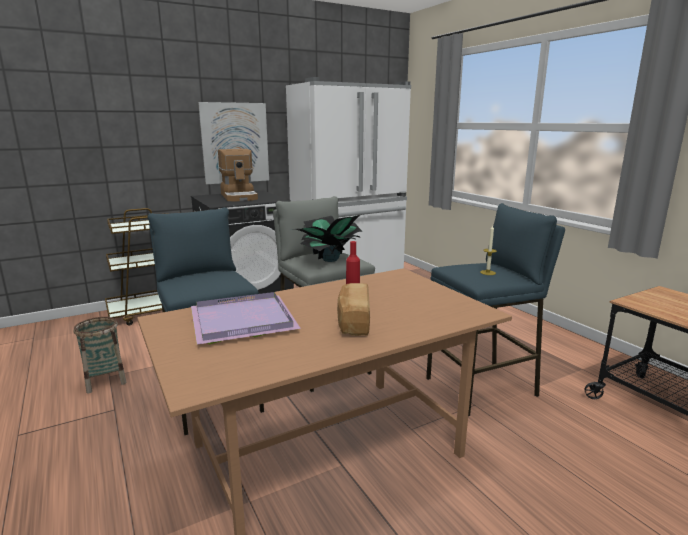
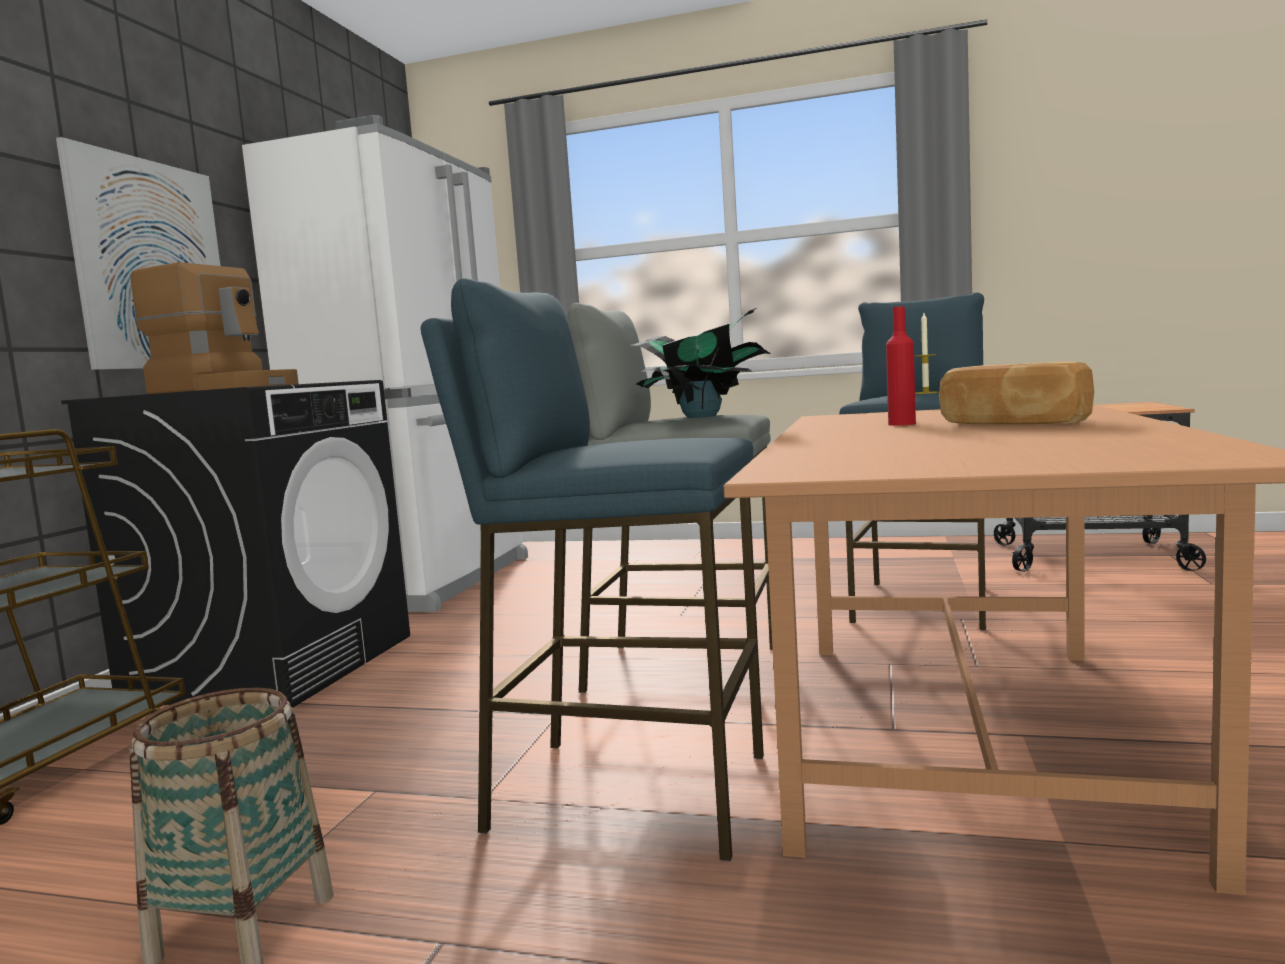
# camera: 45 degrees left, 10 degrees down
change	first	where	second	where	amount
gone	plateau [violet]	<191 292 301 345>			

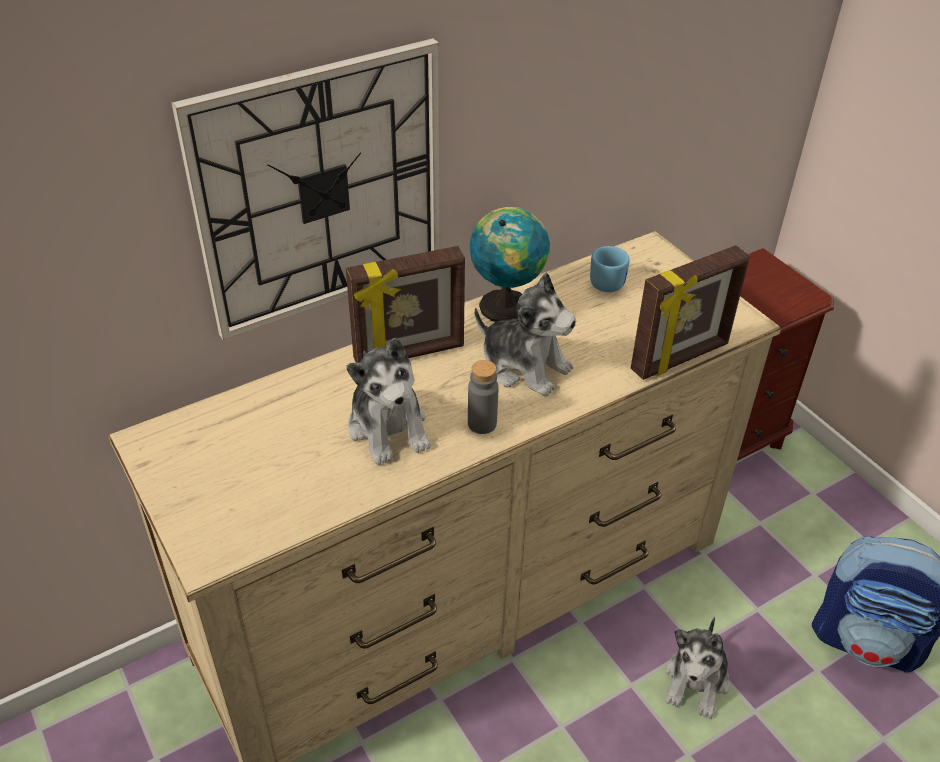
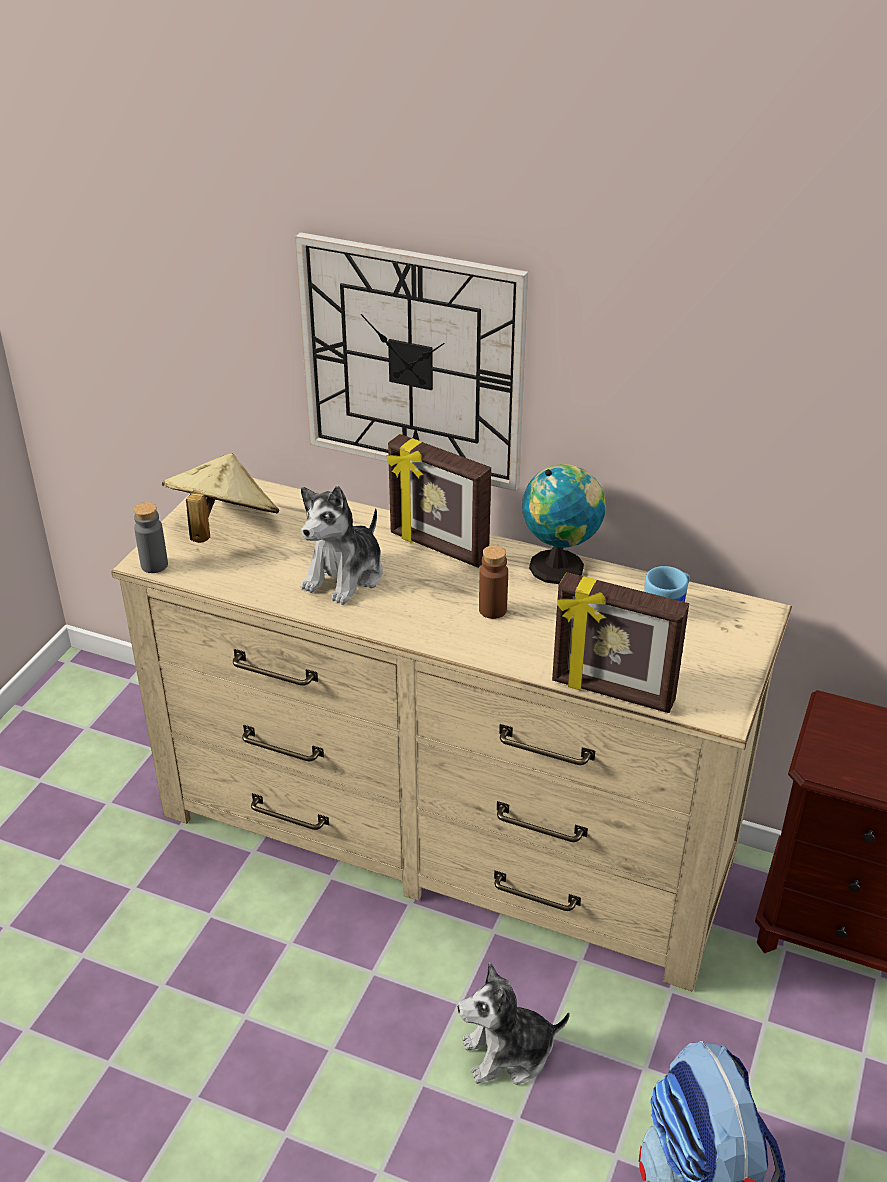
# camera: 55 degrees right, 5 degrees down
change	first	where	second	where	amount
shifted	bouteille [gris]	<468 360 499 434>		<134 502 168 573>	
swapped	peluche	<475 273 576 397>	bouteille [marron]	<479 545 508 619>	
new			chapeau [beige]	<162 453 279 543>	

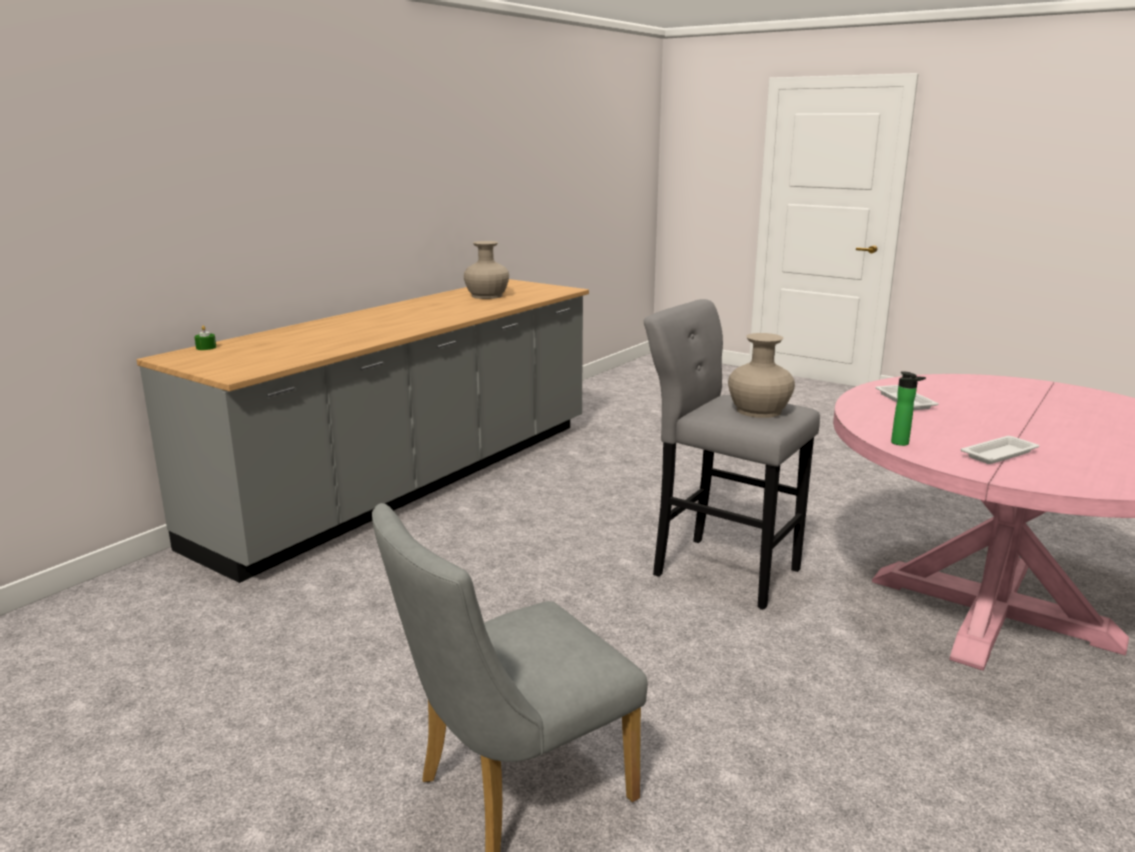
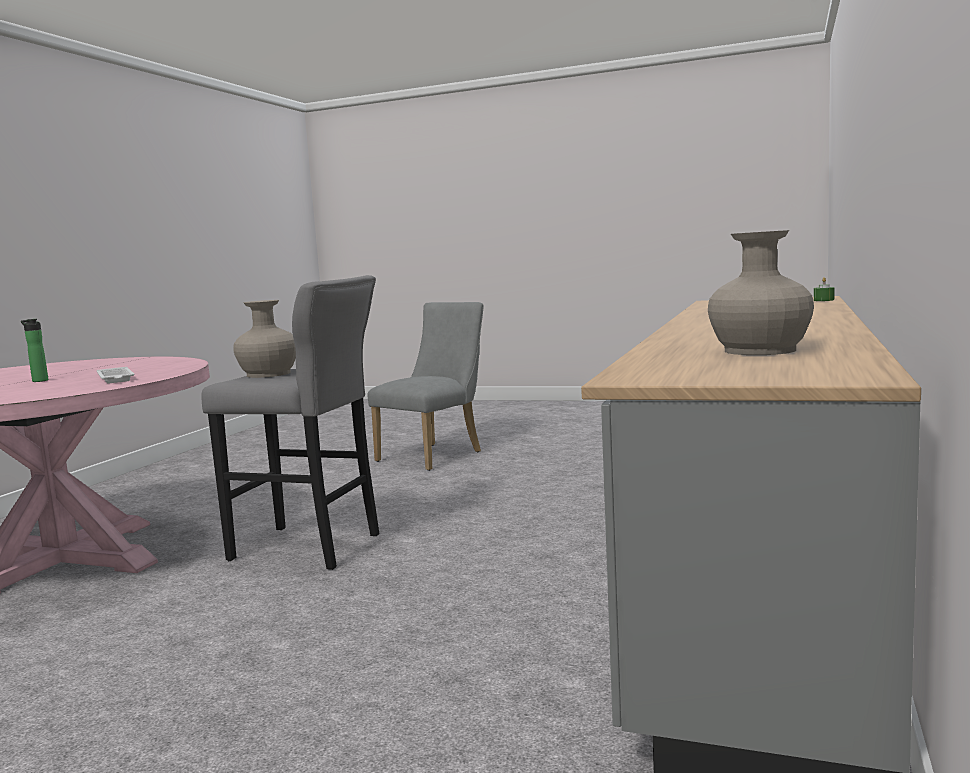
# camera: 165 degrees right, 10 degrees down
change	first	where	second	where	amount
shifted	bouteille	<891 371 926 446>		<21 319 48 382>	
gone	plateau [blanc]	<961 436 1039 464>			

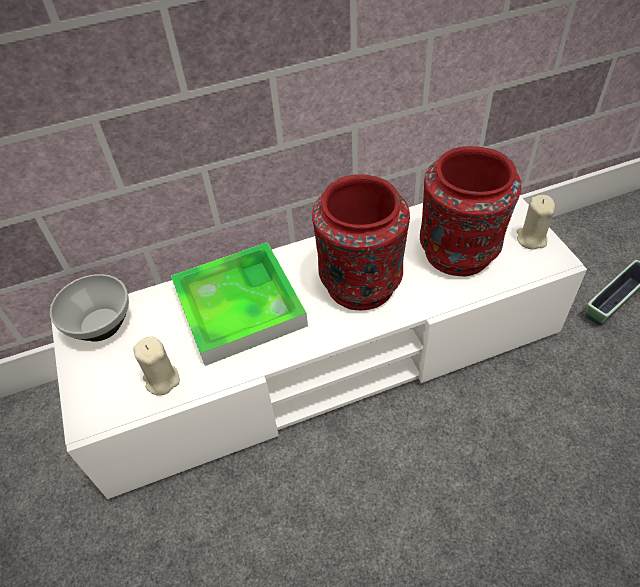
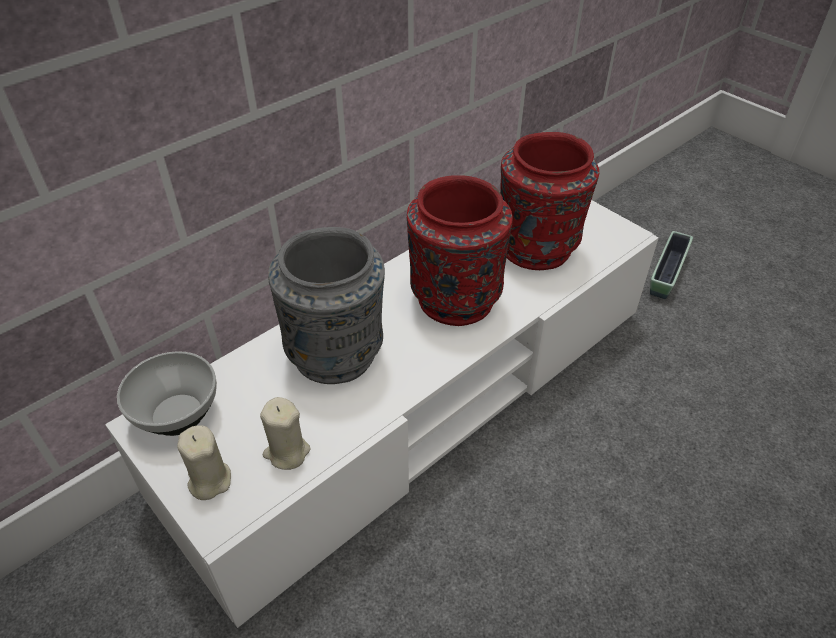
# camera: 25 degrees left, 5 degrees down
change	first	where	second	where	amount
swapped	plateau	<171 242 308 366>	vase [gris]	<268 227 385 384>	
shifted	bougie [beige]	<517 195 555 250>		<177 425 231 500>	

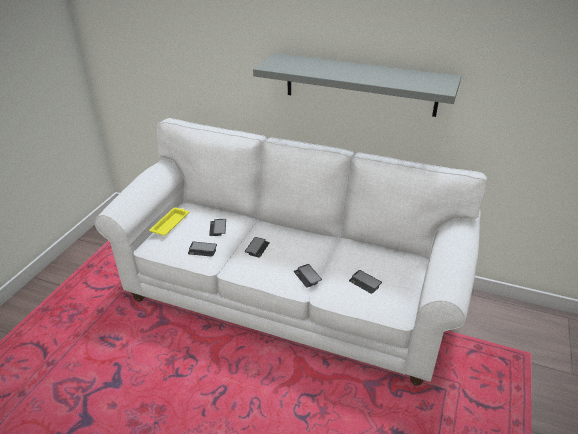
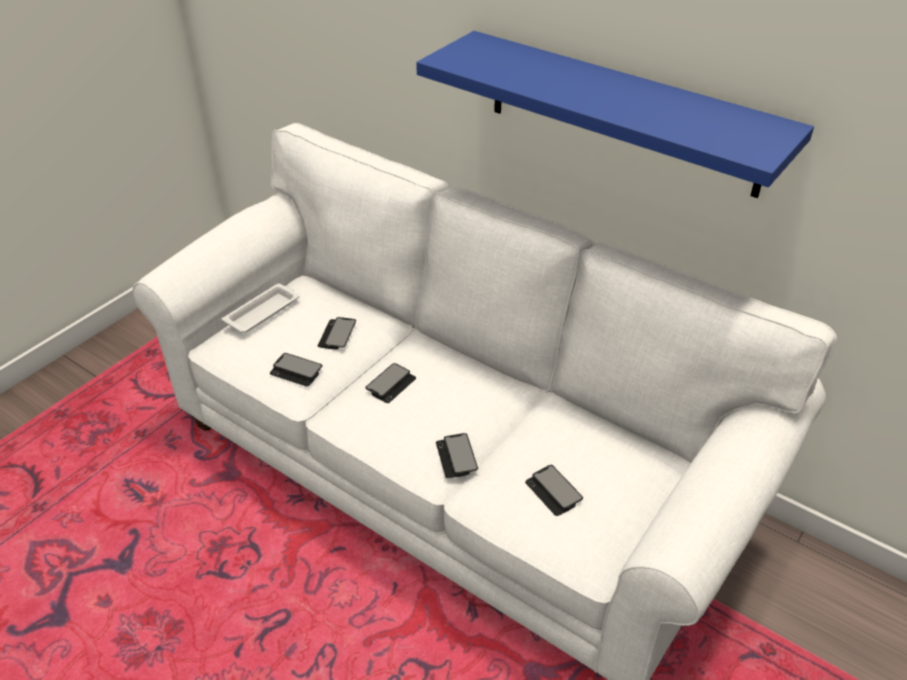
# camera: 15 degrees right, 5 degrees up
change	first	where	second	where	amount
repainted	plateau [jaune]	<149 207 189 236>	plateau [blanc]	<222 284 300 333>	
repainted	étagère [gris]	<253 53 461 117>	étagère [bleu]	<416 31 814 198>	

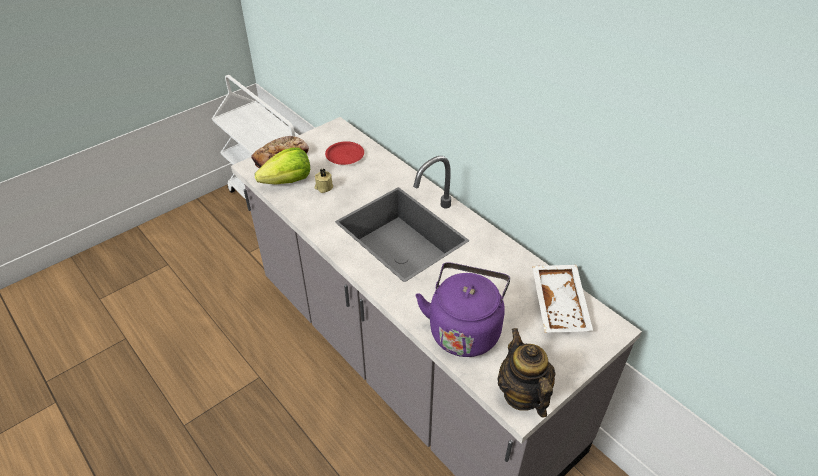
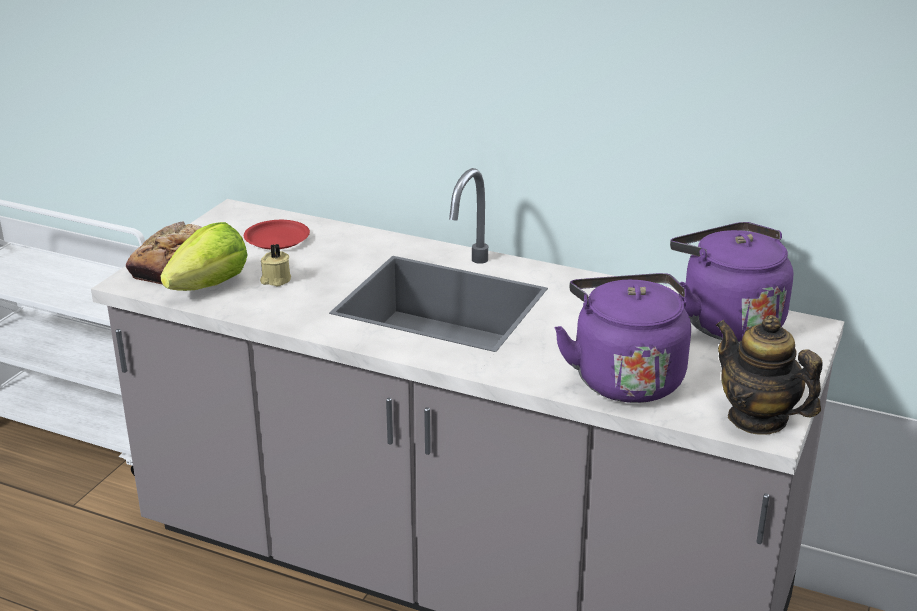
# camera: 25 degrees left, 15 degrees down
change	first	where	second	where	amount
swapped	plateau [blanc]	<532 265 593 333>	bouilloire [violet]	<670 222 793 342>	

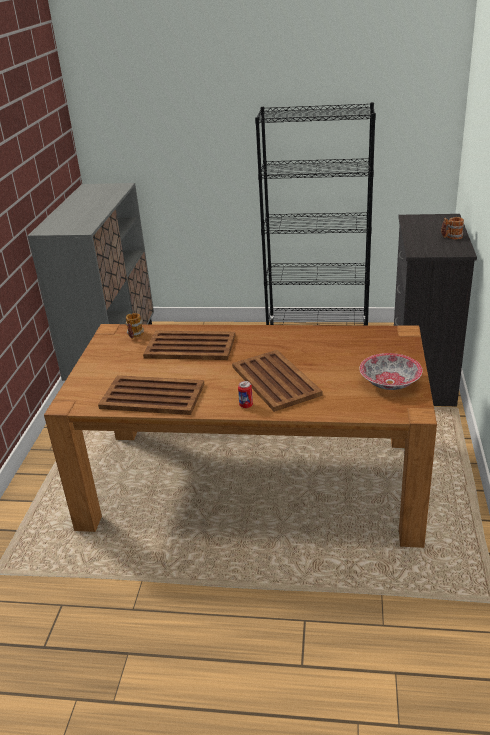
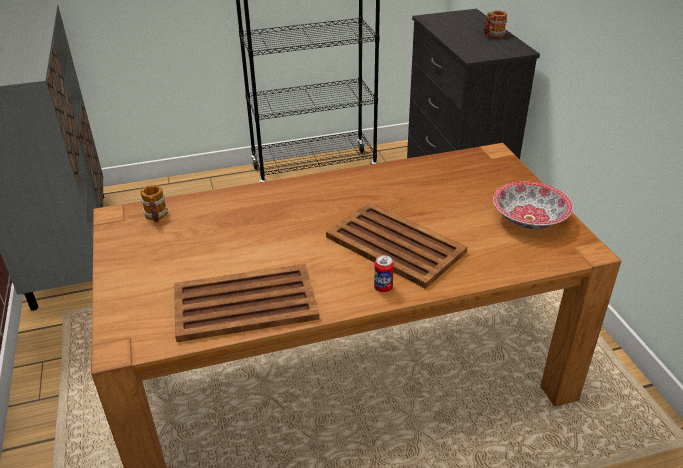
# camera: 25 degrees left, 5 degrees up
change	first	where	second	where	amount
gone	plateau [marron]	<143 331 236 360>			

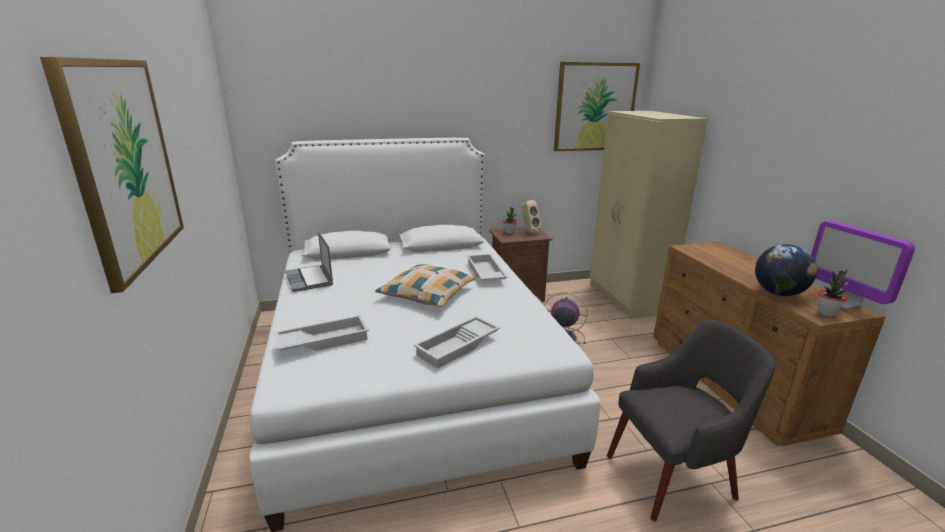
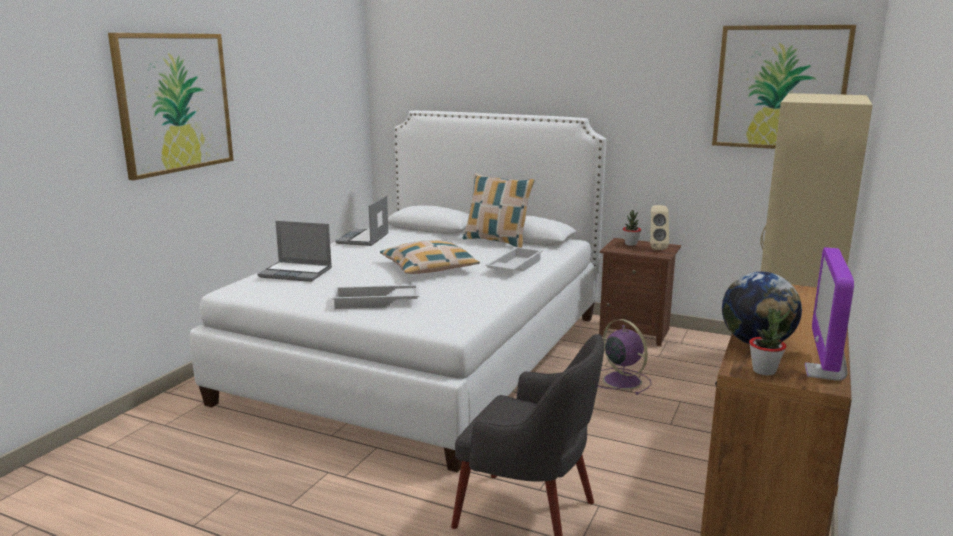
# camera: 40 degrees right, 5 degrees down
change	first	where	second	where	amount
swapped	plateau [blanc]	<275 315 369 351>	ordinateur portable	<257 221 332 282>	
new			coussin	<463 173 535 248>	

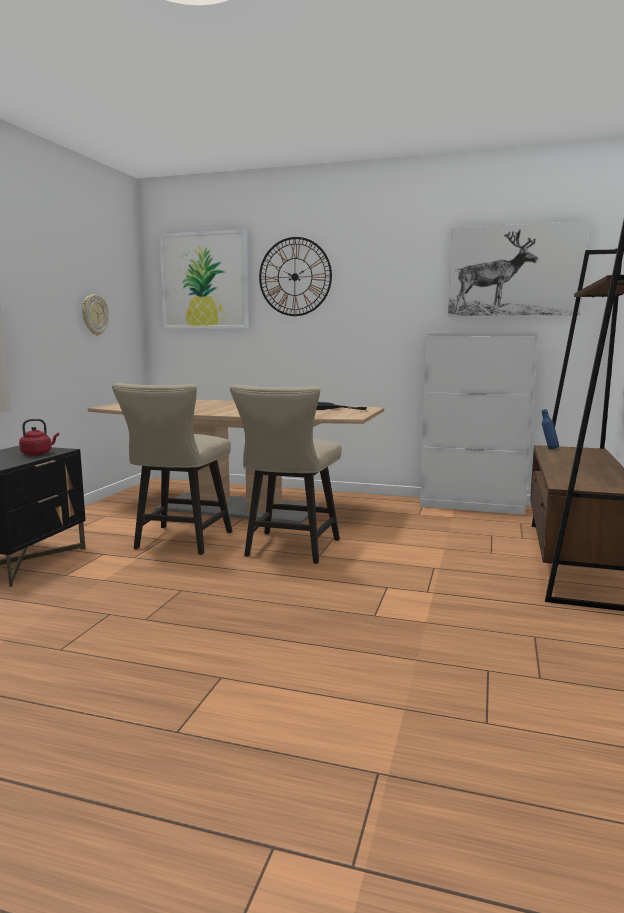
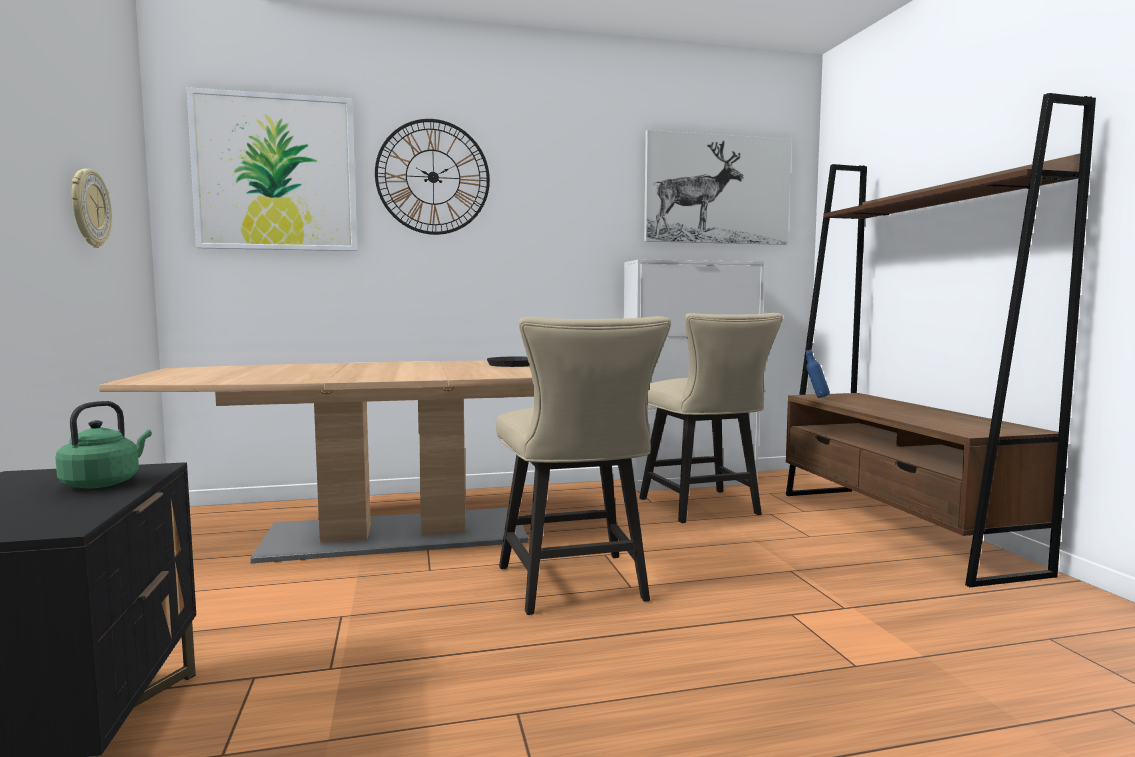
# camera: 30 degrees left, 5 degrees down
change	first	where	second	where	amount
repainted	bouilloire [rouge]	<19 419 59 455>	bouilloire [vert]	<55 401 152 489>	
shifted	chaise [beige]	<112 383 232 555>		<639 313 783 523>	

